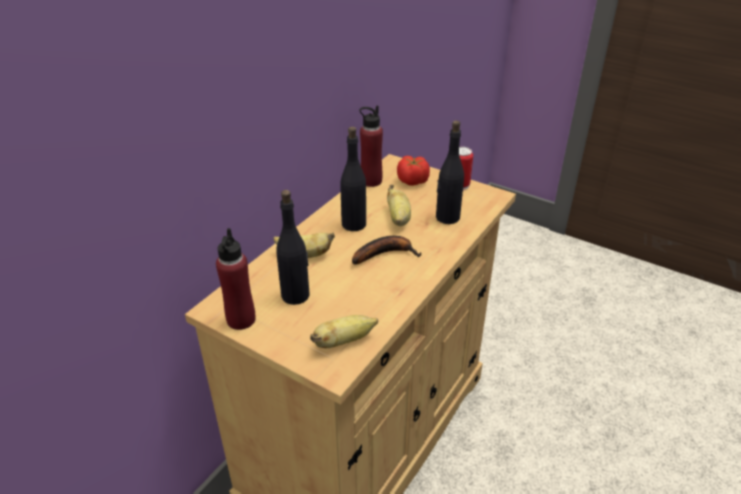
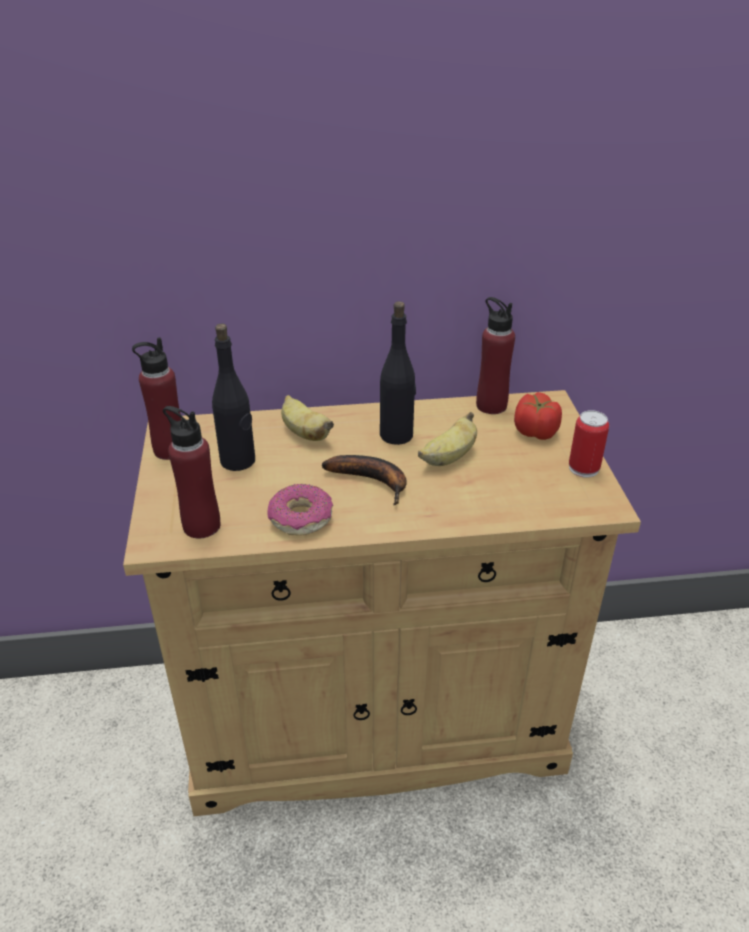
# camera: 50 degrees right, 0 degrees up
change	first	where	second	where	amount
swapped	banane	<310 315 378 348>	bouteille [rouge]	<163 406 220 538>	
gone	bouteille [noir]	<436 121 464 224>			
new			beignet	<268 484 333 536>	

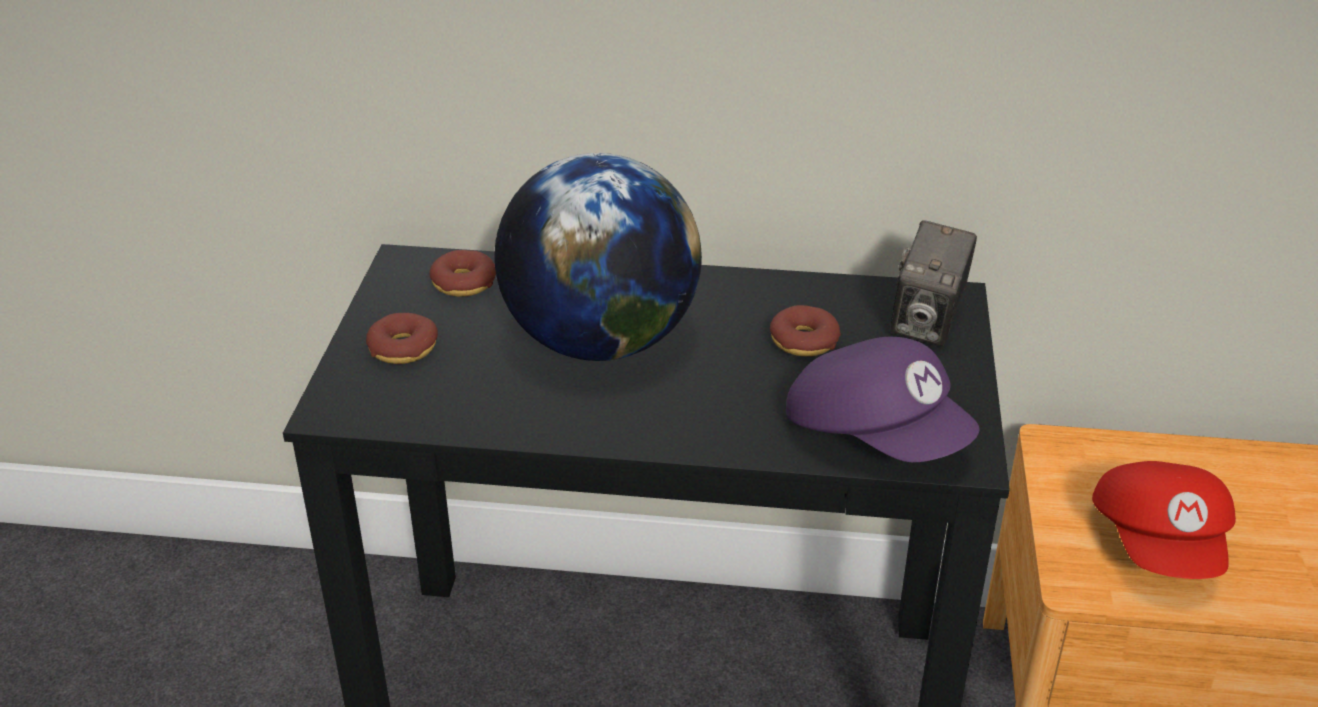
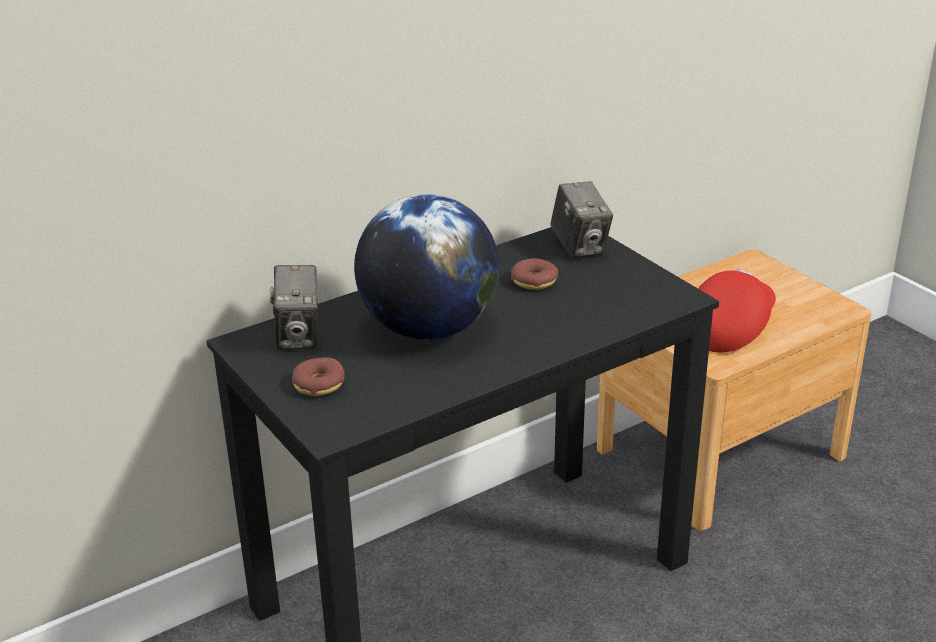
# camera: 40 degrees left, 5 degrees down
change	first	where	second	where	amount
swapped	beignet	<429 250 496 297>	appareil photo	<270 265 318 350>	
gone	casquette [violet]	<786 337 980 462>			
rotated	casquette [rouge]	<1092 461 1236 579>		<698 269 776 353>	105 degrees counterclockwise

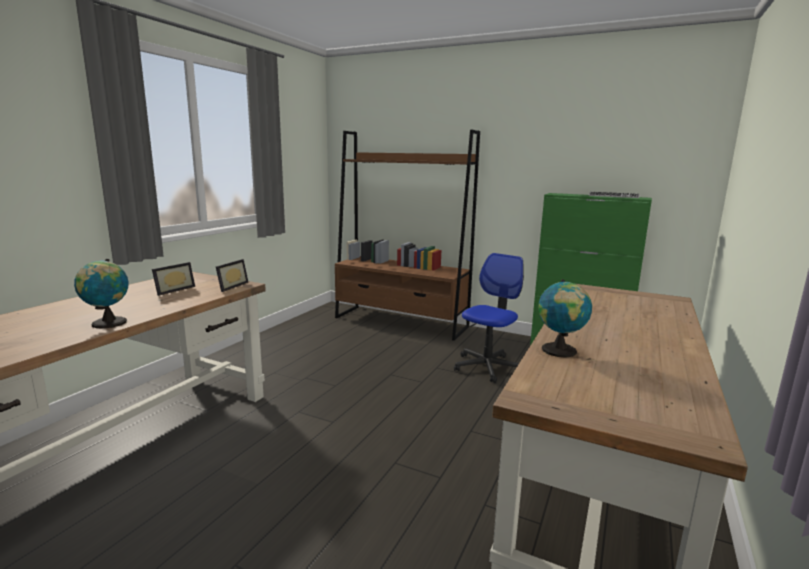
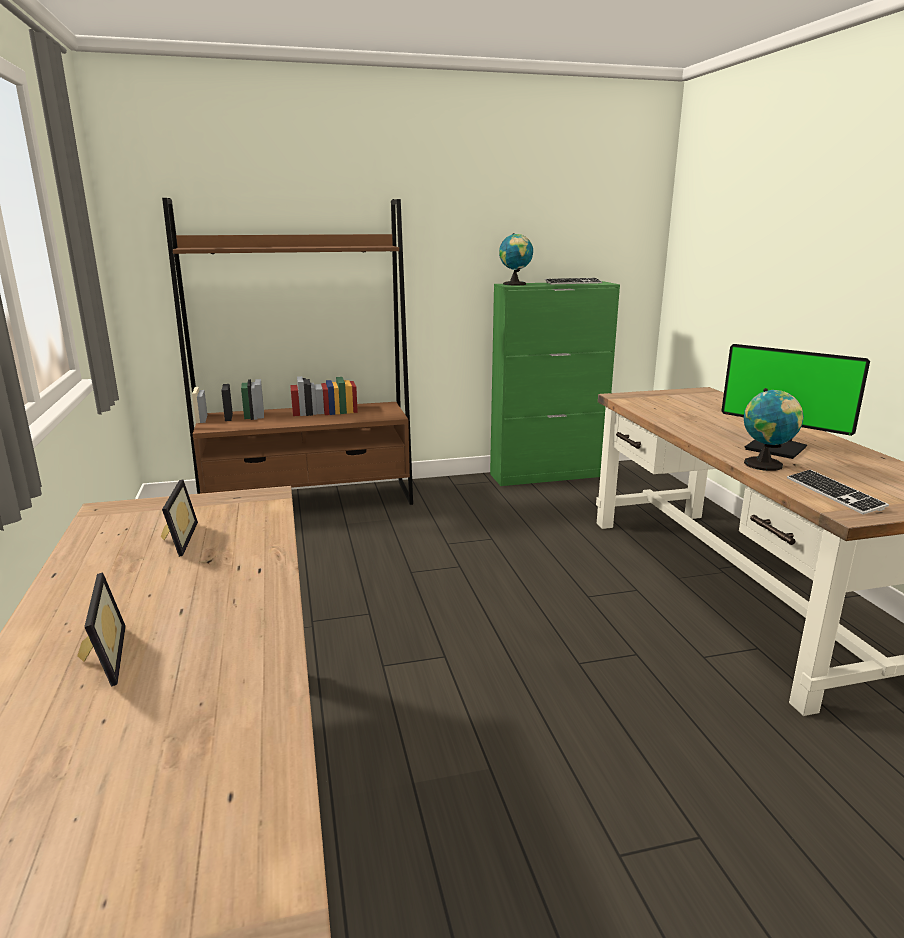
# camera: 40 degrees left, 5 degrees up
change	first	where	second	where	amount
shifted	globe	<74 259 129 329>		<499 233 533 285>	
shifted	cadre photo	<216 259 249 292>		<77 573 126 687>	
gone	chaise de bureau	<454 253 524 383>			
new			écran d'ordinateur	<721 344 870 459>	
new			clavier	<787 470 889 514>	

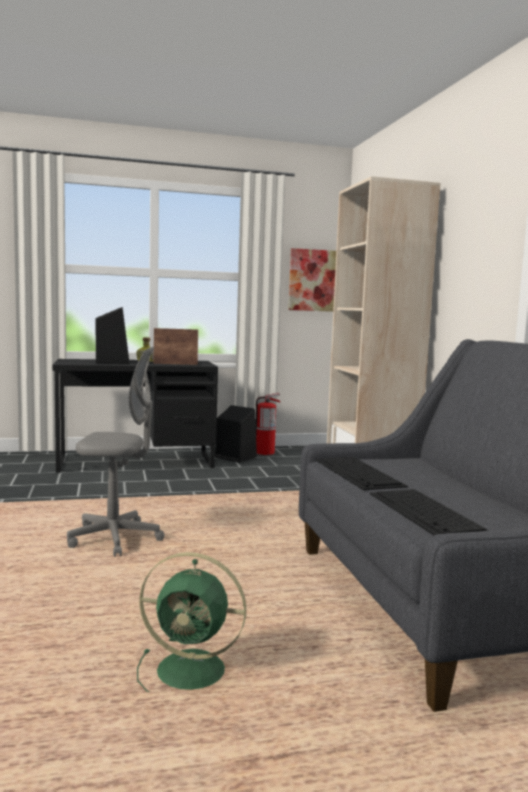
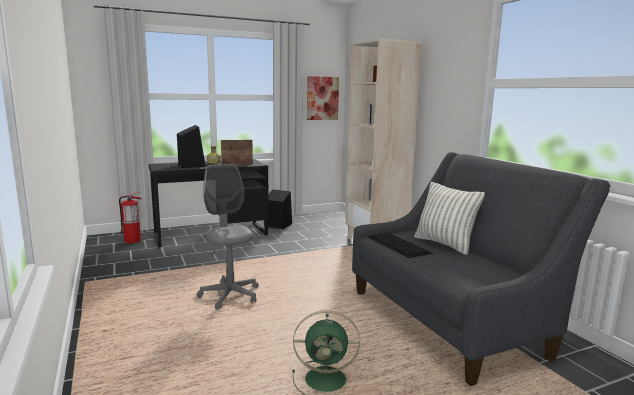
# camera: 10 degrees left, 5 degrees up
change	first	where	second	where	amount
rotated	chaise de bureau [gris]	<67 347 165 557>		<197 164 259 310>	105 degrees counterclockwise
shifted	extincteur	<256 393 281 455>		<119 192 142 243>	
gone	clavier	<370 489 490 535>			
new			coussin	<414 182 485 255>	

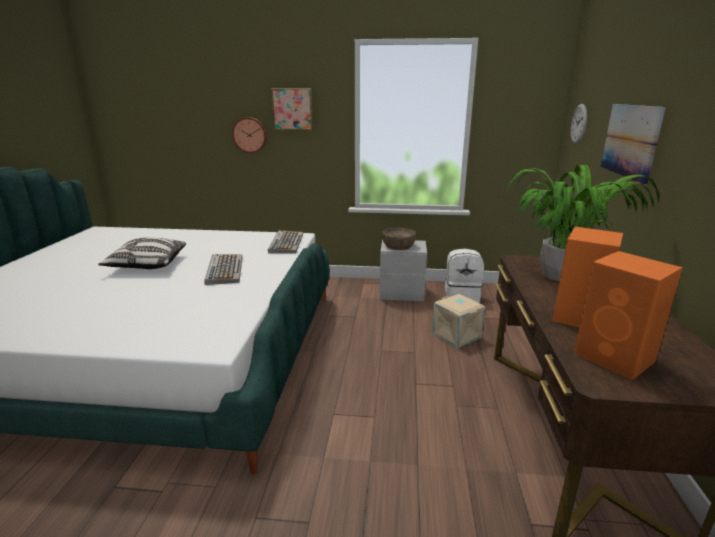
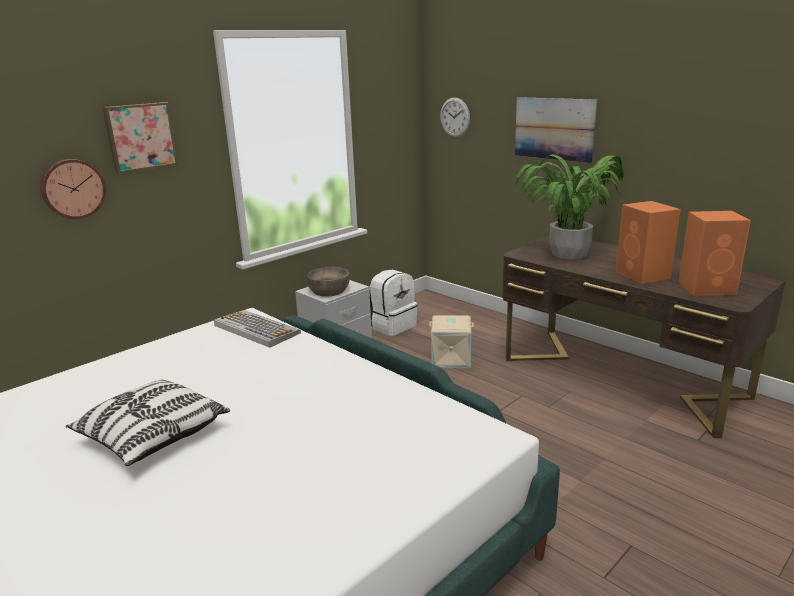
# camera: 50 degrees left, 0 degrees up
change	first	where	second	where	amount
gone	clavier	<204 254 243 285>			

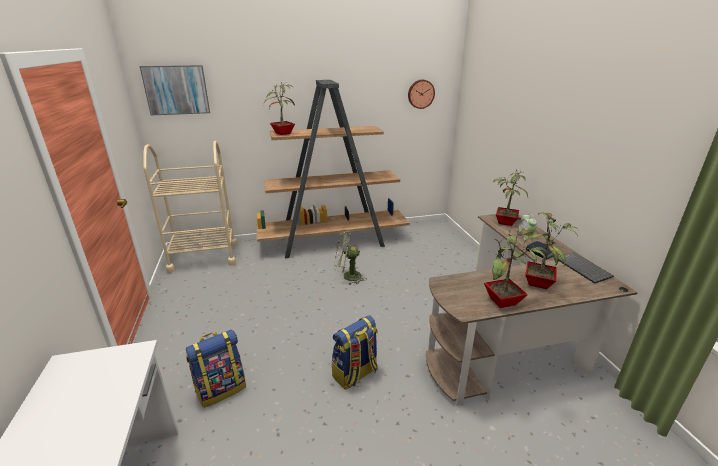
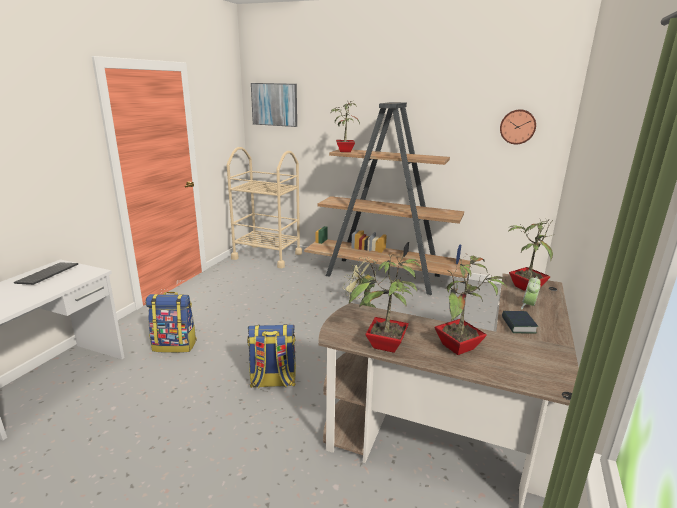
# camera: 35 degrees right, 5 degrees down
change	first	where	second	where	amount
shifted	clavier	<559 252 614 284>		<14 262 78 285>	

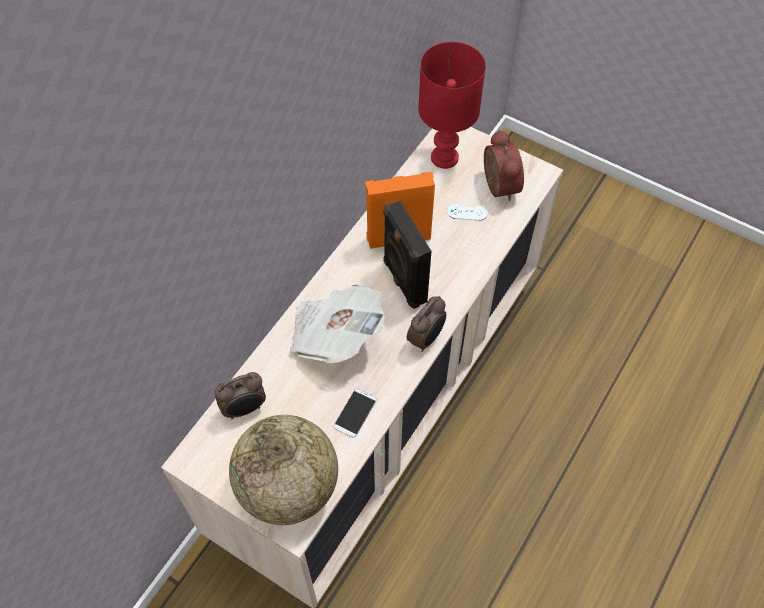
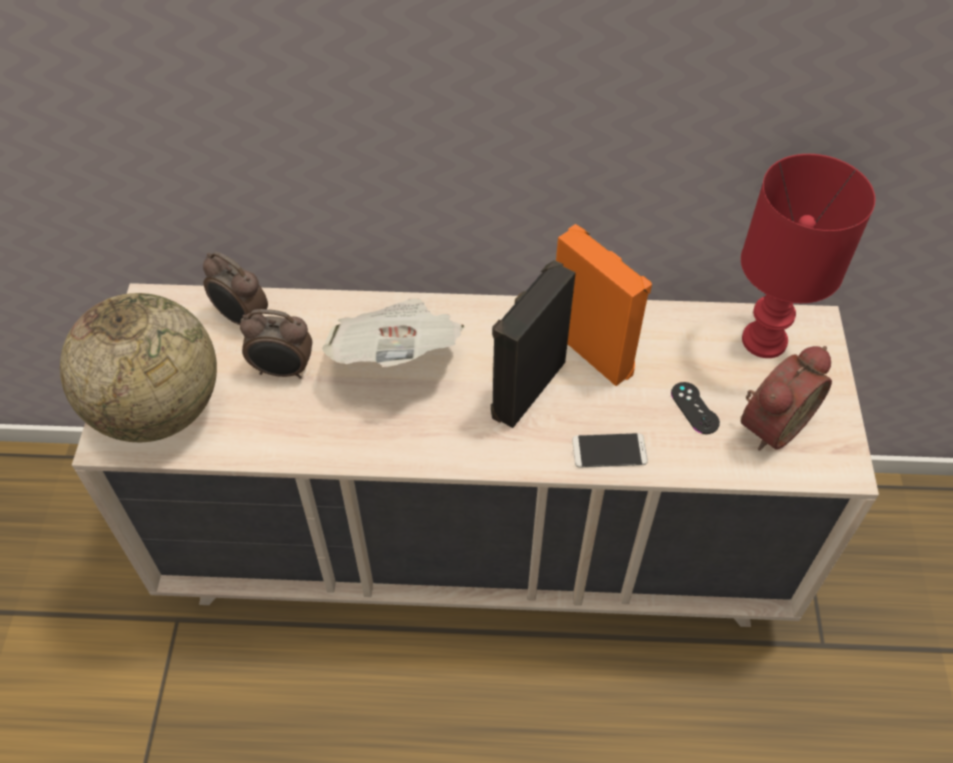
# camera: 60 degrees right, 5 degrees down
change	first	where	second	where	amount
shifted	téléphone	<334 389 377 438>		<572 433 648 468>	
shifted	réveil	<407 296 446 352>		<240 309 312 379>	
repainted	manette [blanc]	<447 204 488 221>	manette [noir]	<671 382 720 434>	

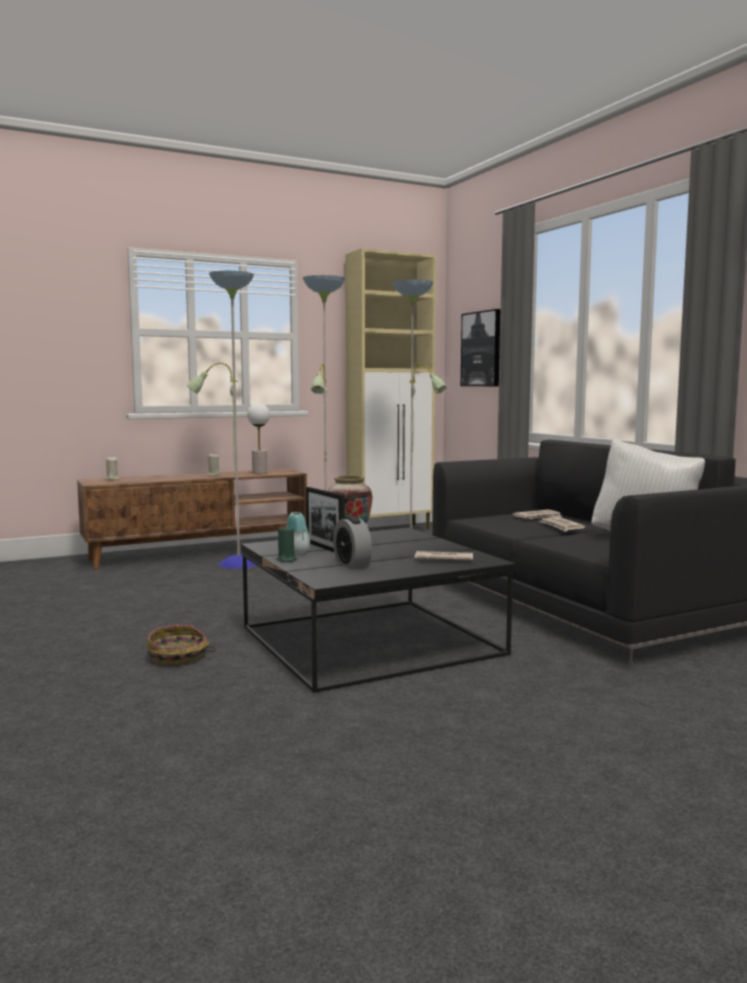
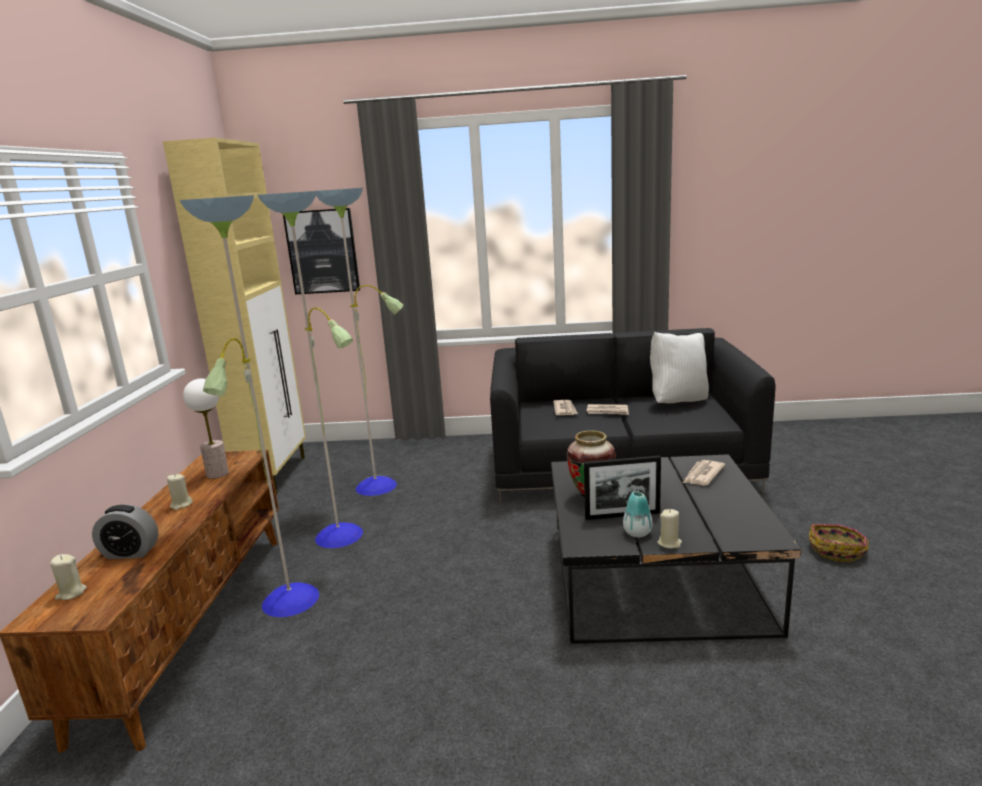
# camera: 60 degrees left, 10 degrees up
change	first	where	second	where	amount
shifted	panier	<148 625 216 666>		<809 524 868 562>	
repainted	bougie [vert]	<277 525 297 562>	bougie [beige]	<657 509 682 548>	
shifted	réveil	<333 516 372 569>		<92 504 159 559>	

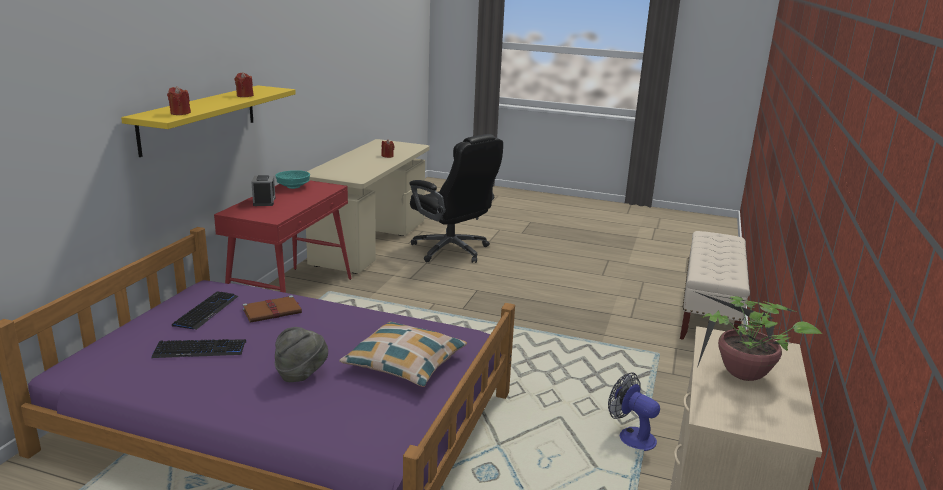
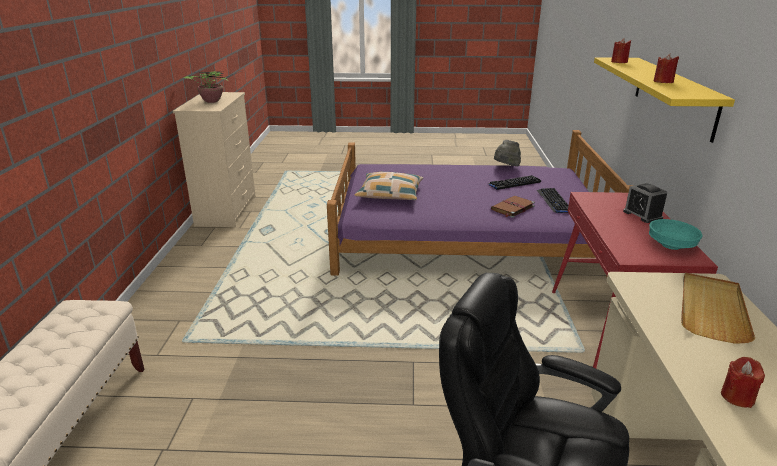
# camera: 165 degrees right, 5 degrees up
change	first	where	second	where	amount
shifted	chapeau [gris]	<275 327 328 382>		<494 140 521 166>	
gone	ventilateur	<608 372 660 451>			
new			plateau [beige]	<681 273 755 344>	

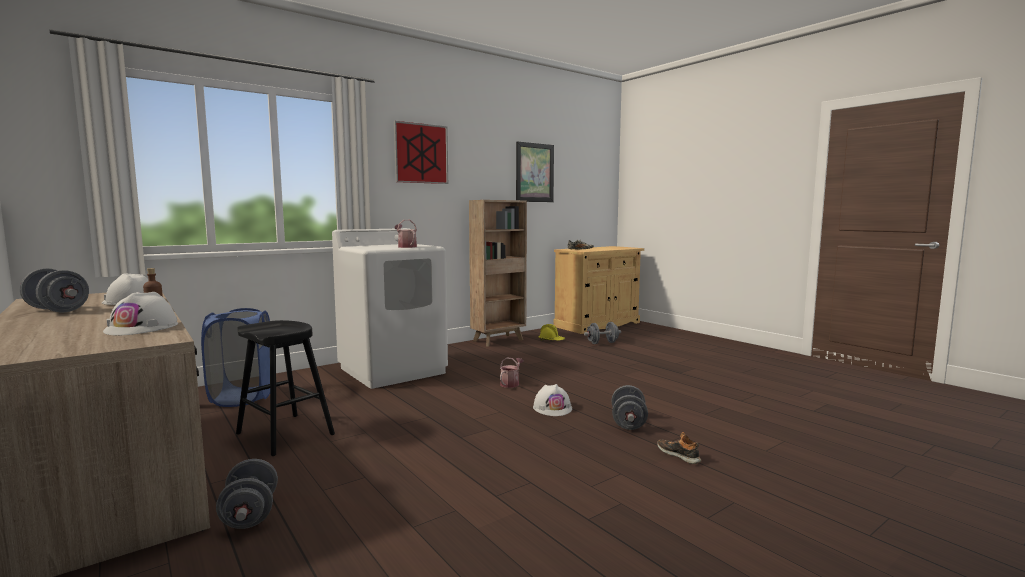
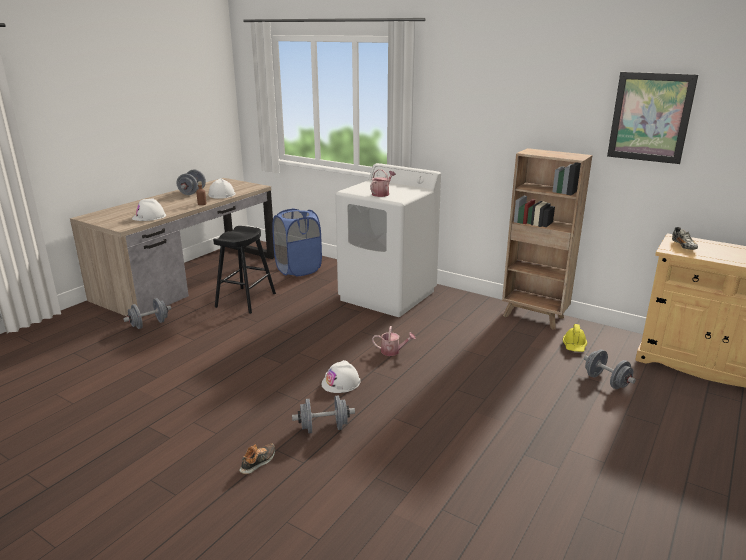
# camera: 70 degrees right, 15 degrees up
change	first	where	second	where	amount
gone	tableau	<394 121 448 184>			

